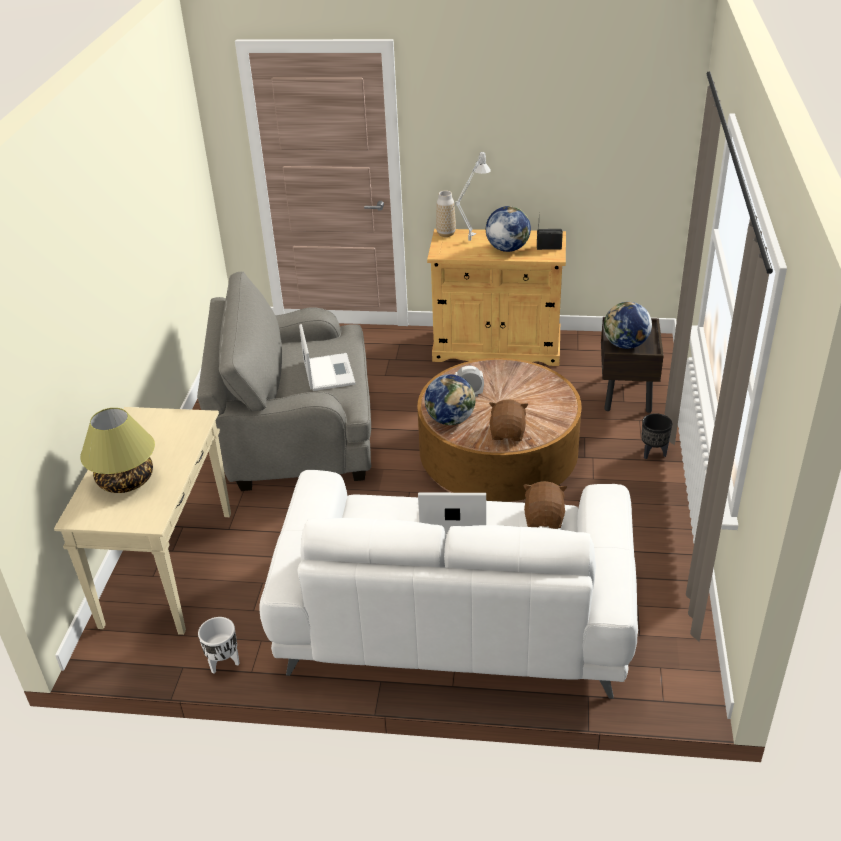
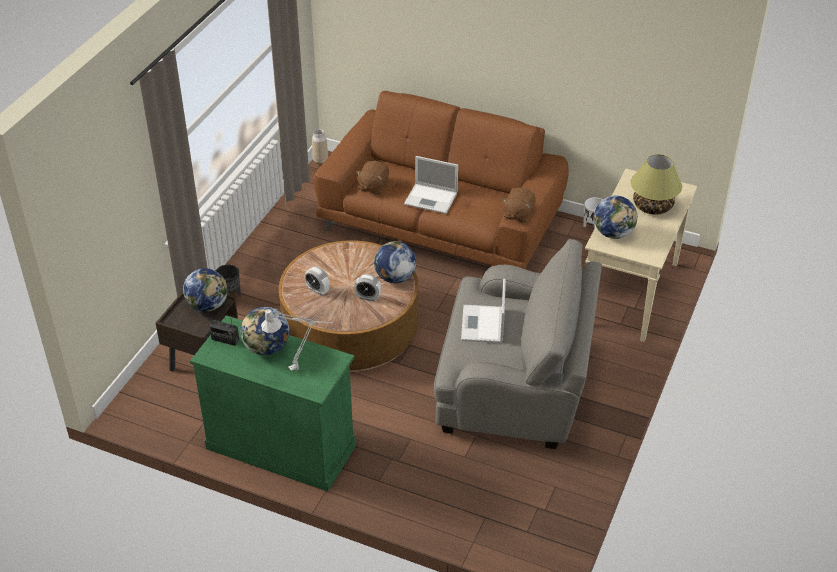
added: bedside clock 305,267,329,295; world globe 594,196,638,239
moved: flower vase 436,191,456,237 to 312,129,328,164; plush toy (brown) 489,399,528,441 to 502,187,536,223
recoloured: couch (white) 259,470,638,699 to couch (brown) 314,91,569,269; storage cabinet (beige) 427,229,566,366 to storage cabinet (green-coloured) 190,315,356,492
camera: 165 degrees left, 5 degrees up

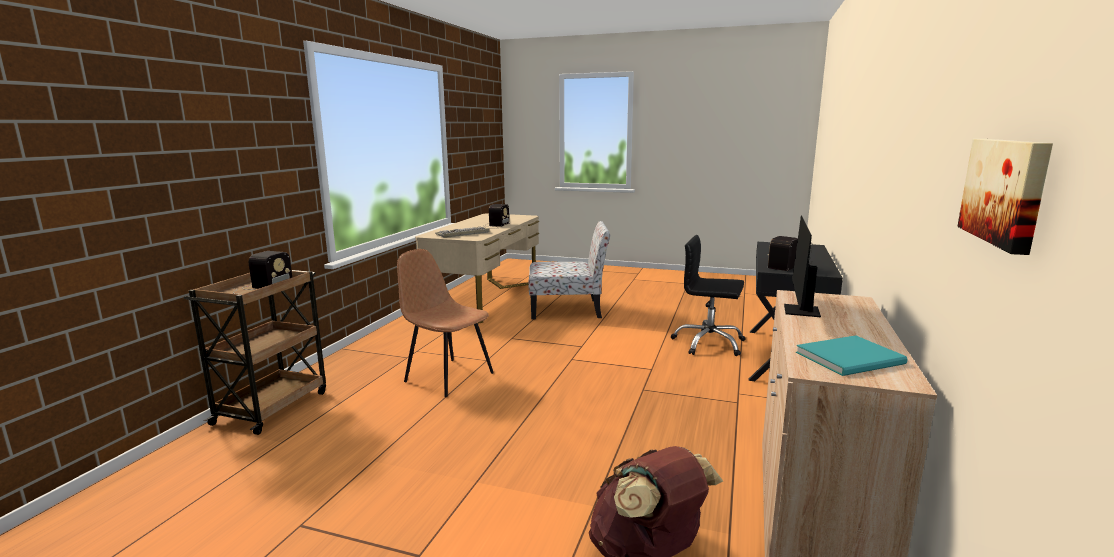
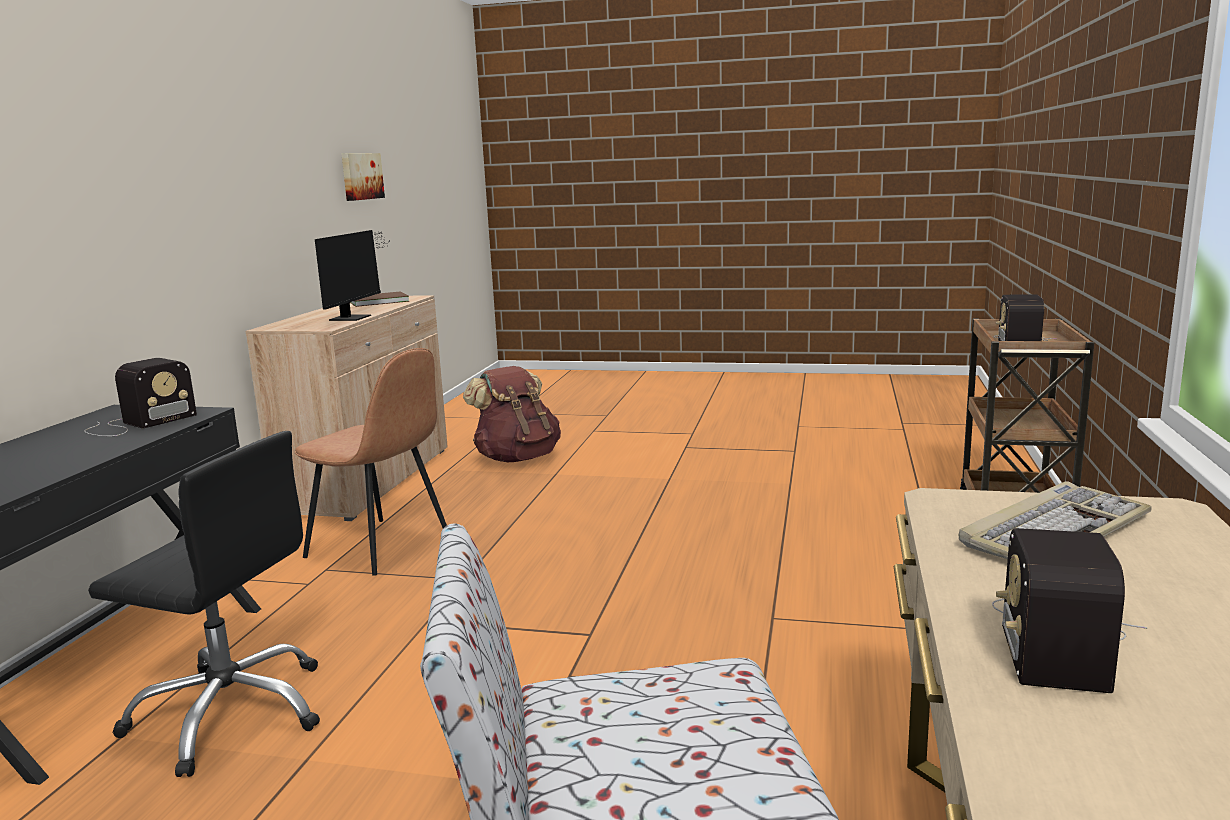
moved: chair (brown) 397,249,494,397 to 295,348,447,576
recoloured: bound book (turquoise-coloured) 796,335,908,376 to bound book (brown) 350,292,410,307
camera: 175 degrees right, 0 degrees up

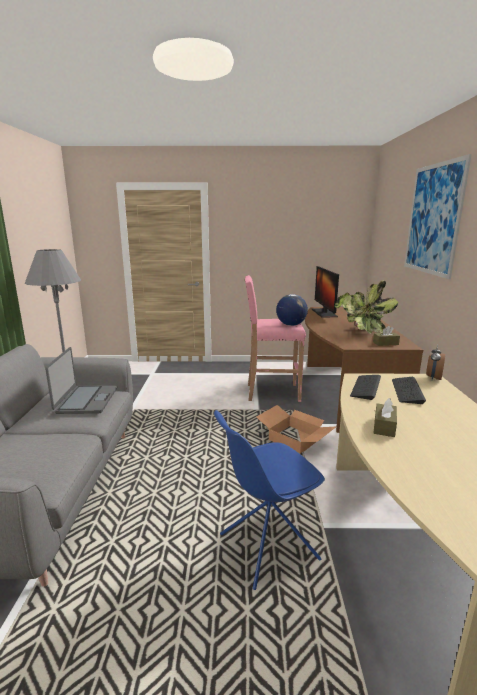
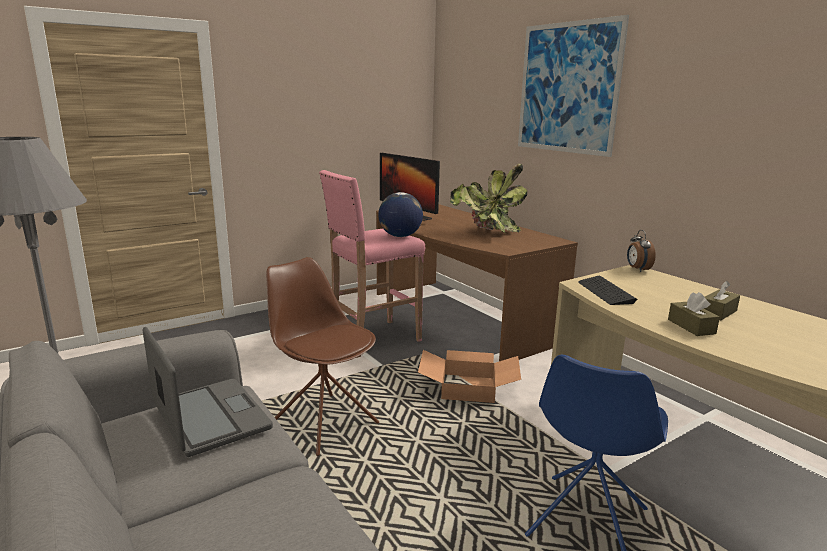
removed: keyboard 392,377,426,404
added: chair (brown) 266,257,379,456
moved: tissue holder (brown) 373,326,400,346 to 704,281,740,320
camera: 35 degrees left, 0 degrees up

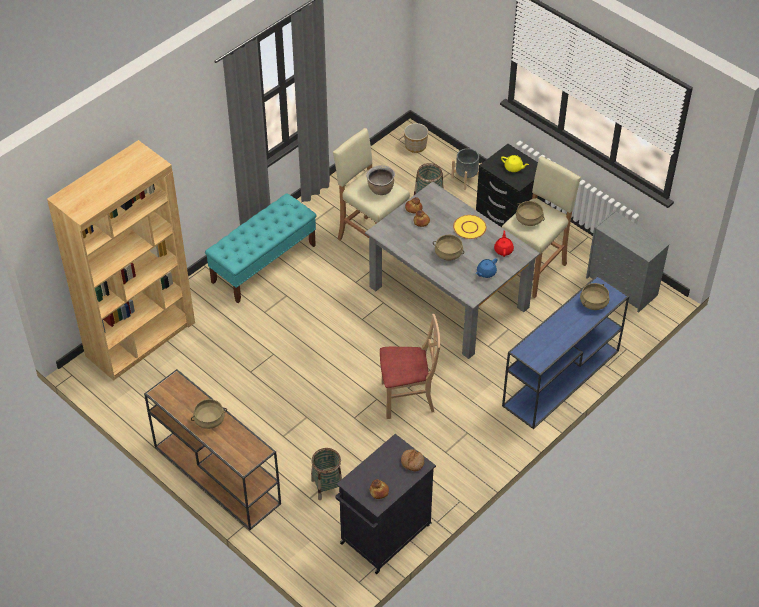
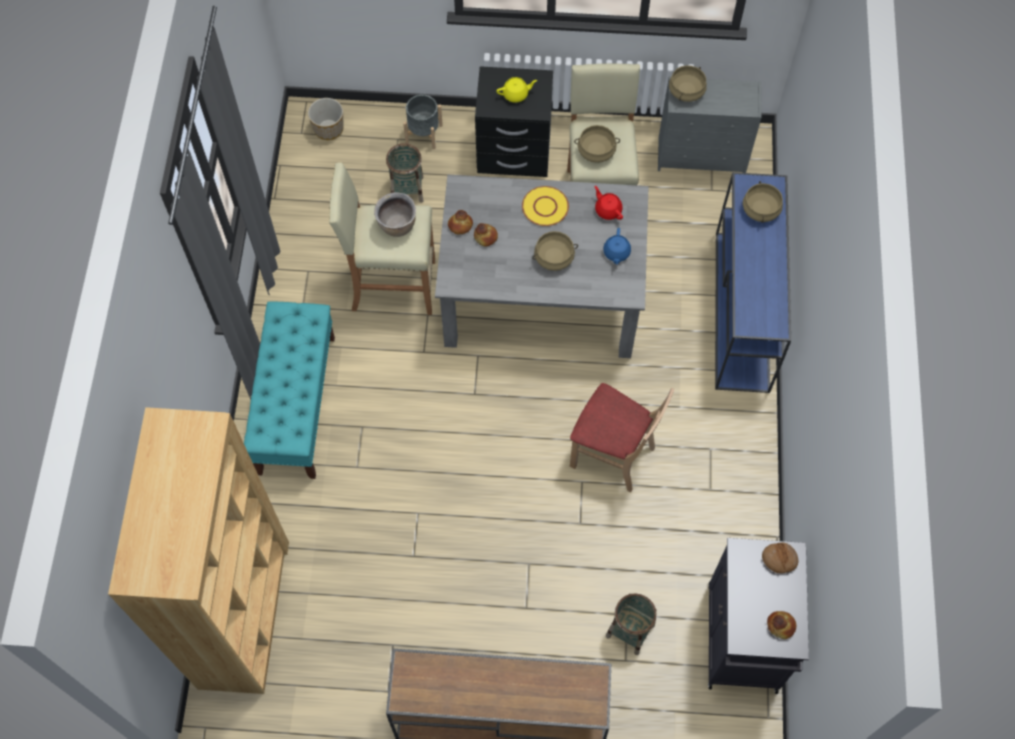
moved: cooking pot (beige) 191,399,227,429 to 669,65,707,102
turned: chair (beige) 380,314,440,419 = 570,383,674,492 75 degrees clockwise
camera: 40 degrees left, 15 degrees up

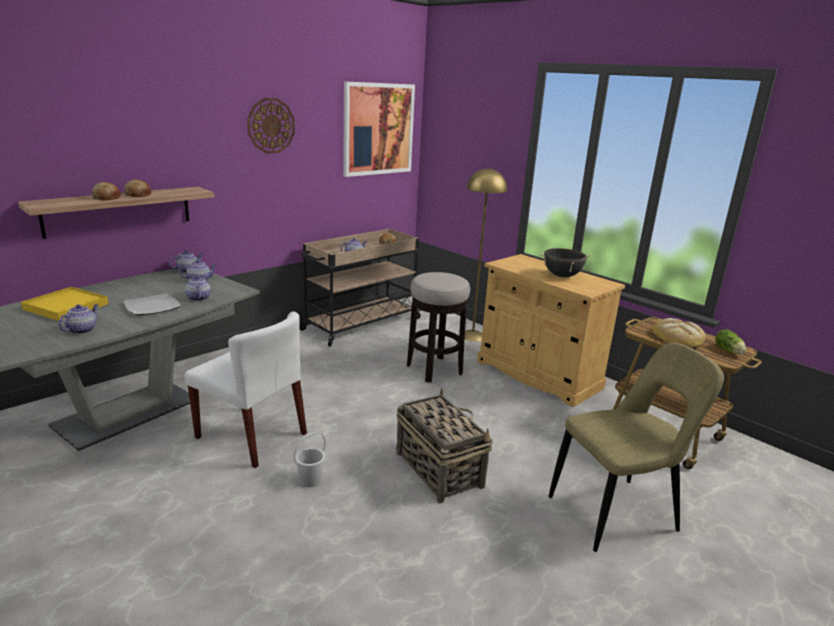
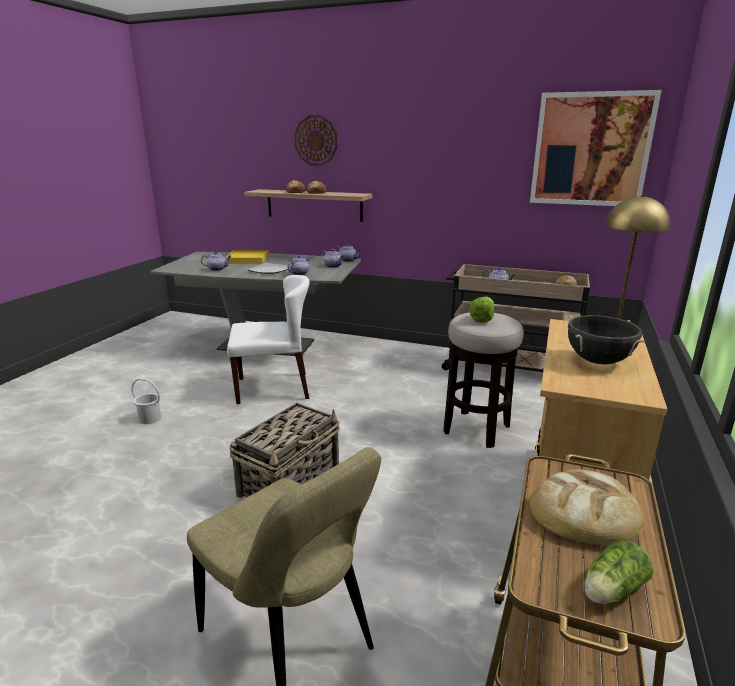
added: head of lettuce 469,297,494,323
moved: clock on the wall 247,98,295,154 to 294,115,338,166; pail (white) 293,432,326,487 to 131,378,161,424
turned: chair (white) 185,312,307,468 = 227,275,310,404 105 degrees counterclockwise
camera: 65 degrees right, 0 degrees up

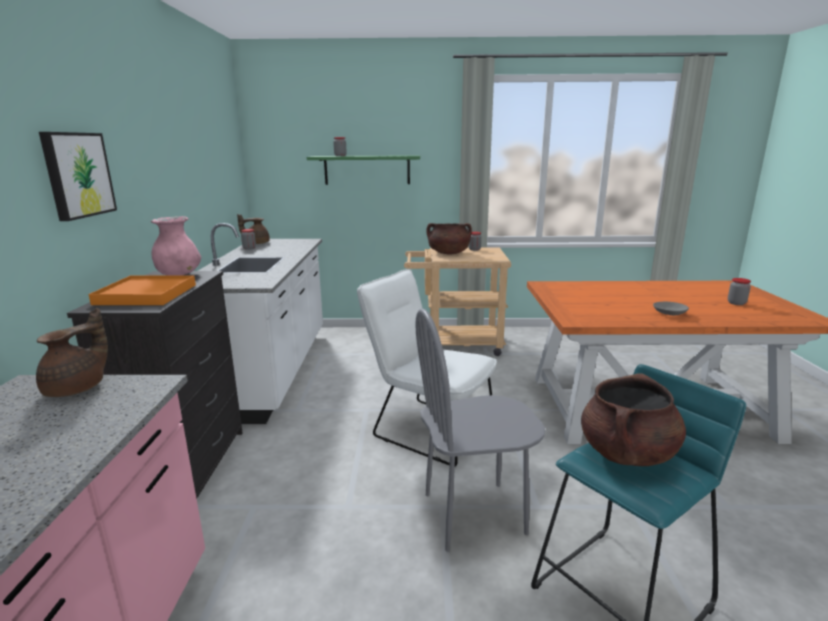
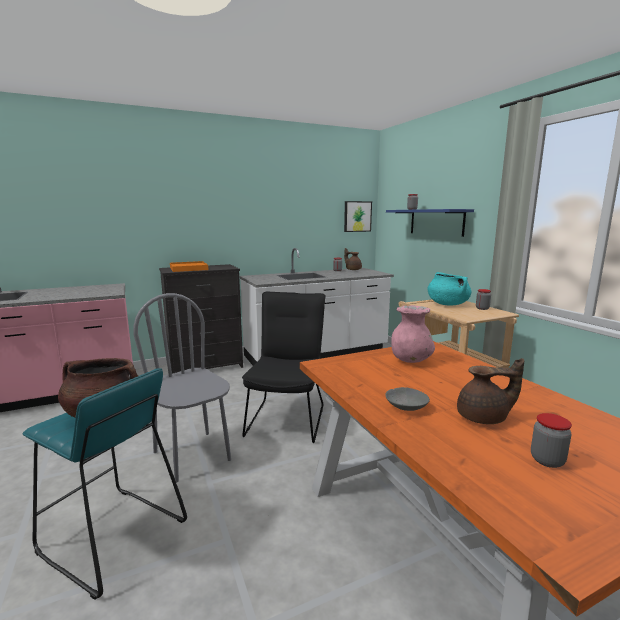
moved: teapot (brown) 36,308,108,397 to 457,358,524,424; wall picture 39,132,117,221 to 344,201,372,232; flower vase (pink) 151,216,201,275 to 391,305,435,363
recoloured: shelf (green-coloured) 307,155,420,185 to shelf (blue-coloured) 386,209,474,237; chair (white) 357,269,497,466 to chair (black) 242,291,326,443; cooking pot (brown) 427,223,472,254 to cooking pot (turquoise-coloured) 428,272,471,305
camera: 65 degrees right, 5 degrees down

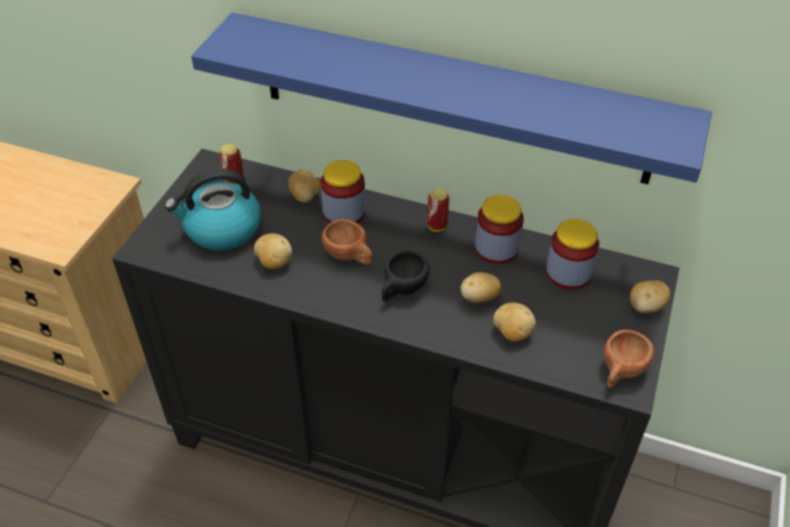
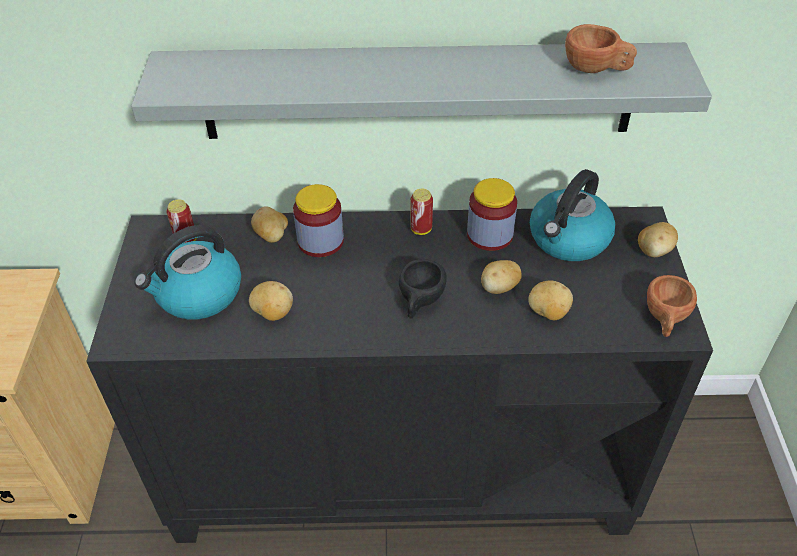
moved: drinking cup (brown) 322,219,373,265 to 565,24,637,73
replaced: storage jar 546,219,599,290 to tea kettle 530,169,615,261
recoloured: shelf (blue-coloured) 191,13,712,184 to shelf (grey) 131,42,712,139
camera: 20 degrees left, 0 degrees up

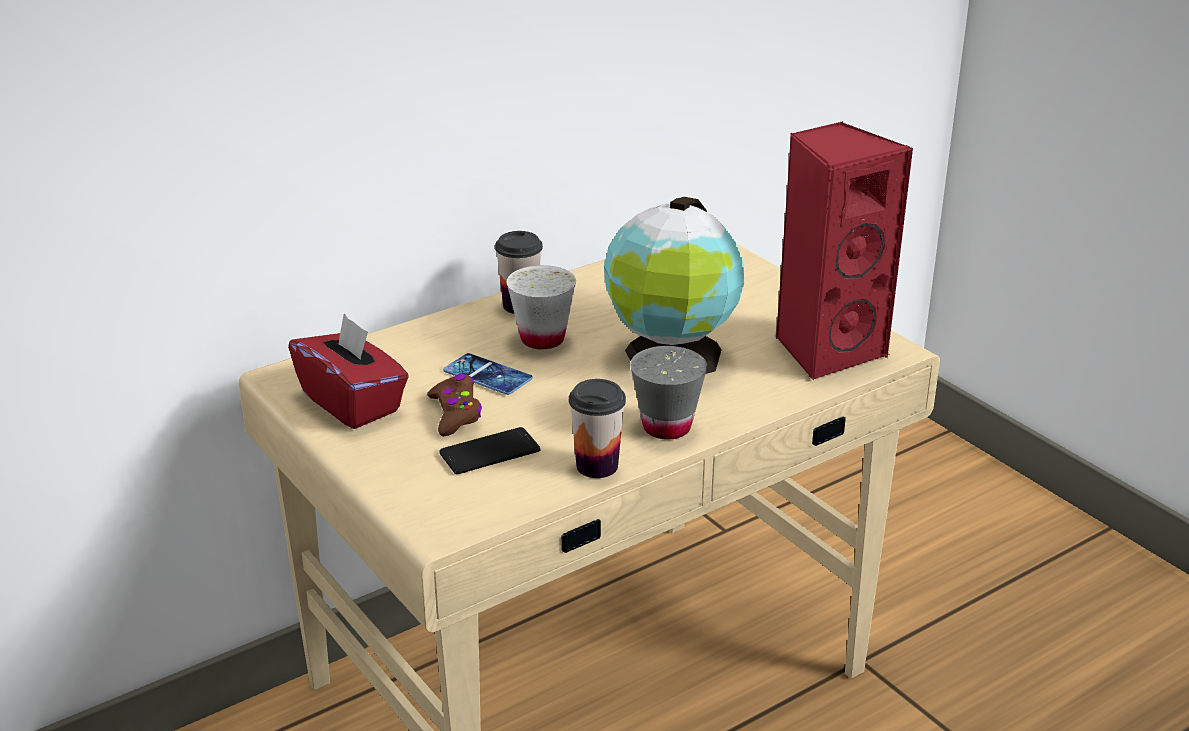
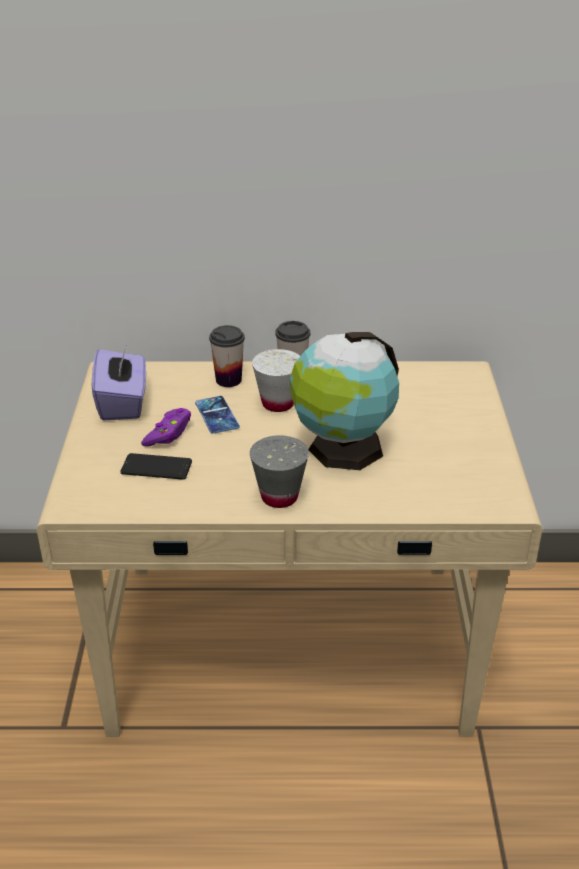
removed: speaker (red-coloured) 776,121,913,380
moved: drinking cup 569,379,626,478 to 209,325,245,387
recoloured: tissue holder (red-coloured) 288,314,409,429 to tissue holder (purple-coloured) 92,344,146,421; game controller (brown) 427,374,482,436 to game controller (purple-coloured) 141,408,191,447
camera: 35 degrees right, 5 degrees up

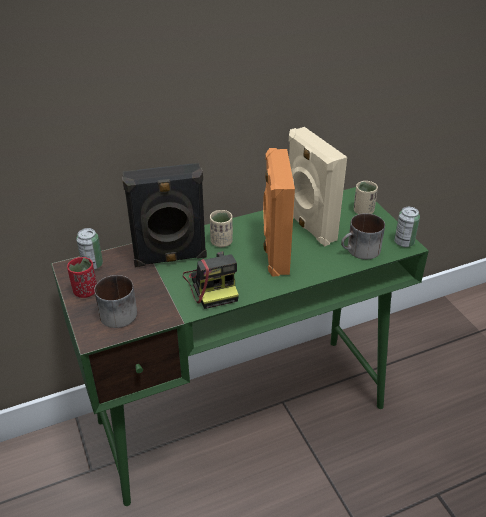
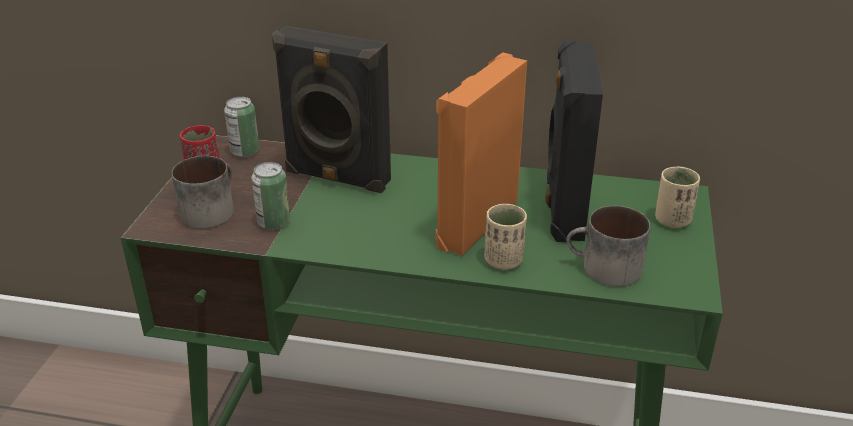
removed: photo camera 183,251,239,309
moved: drinking cup (beige) 210,210,233,247 to 484,204,527,270; can 394,207,420,247 to 251,162,290,230
recoloured: speaker (beige) 289,127,347,246 to speaker (black) 545,40,603,242
camera: 35 degrees right, 5 degrees down

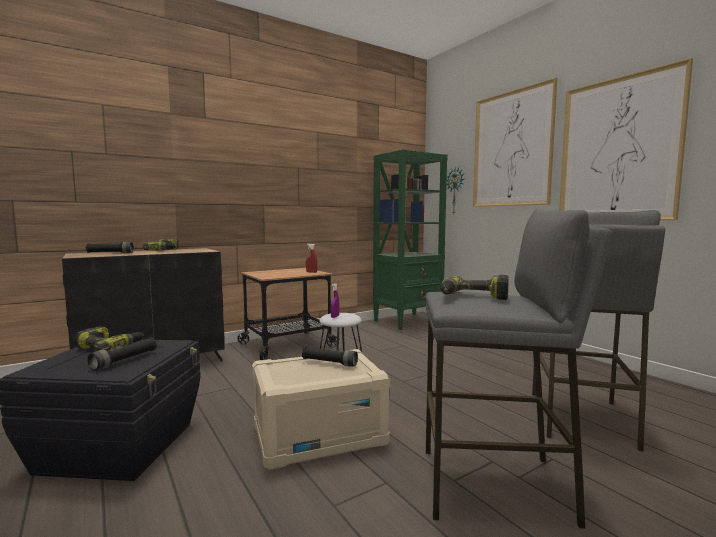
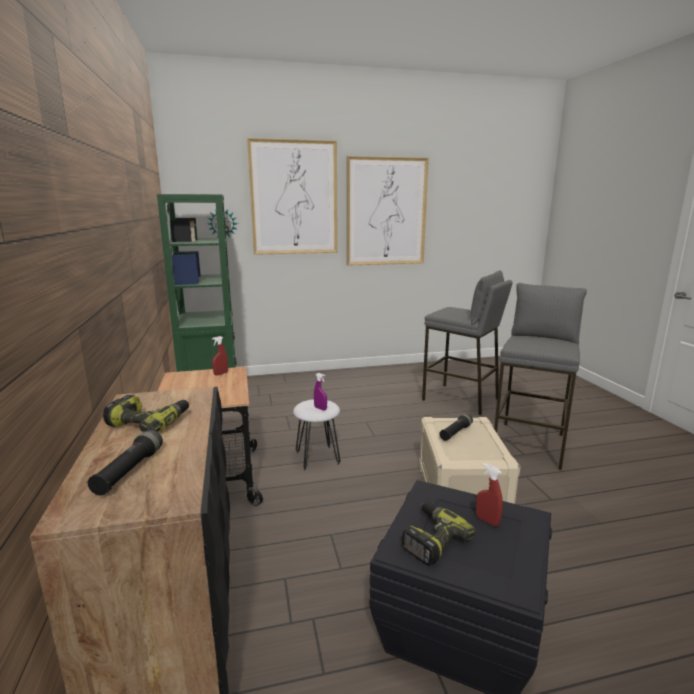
removed: power drill 441,275,509,300
replaced: hand torch (black) 87,337,157,371 to hand sprayer (red-coloured) 476,463,503,526
camera: 70 degrees left, 10 degrees up

